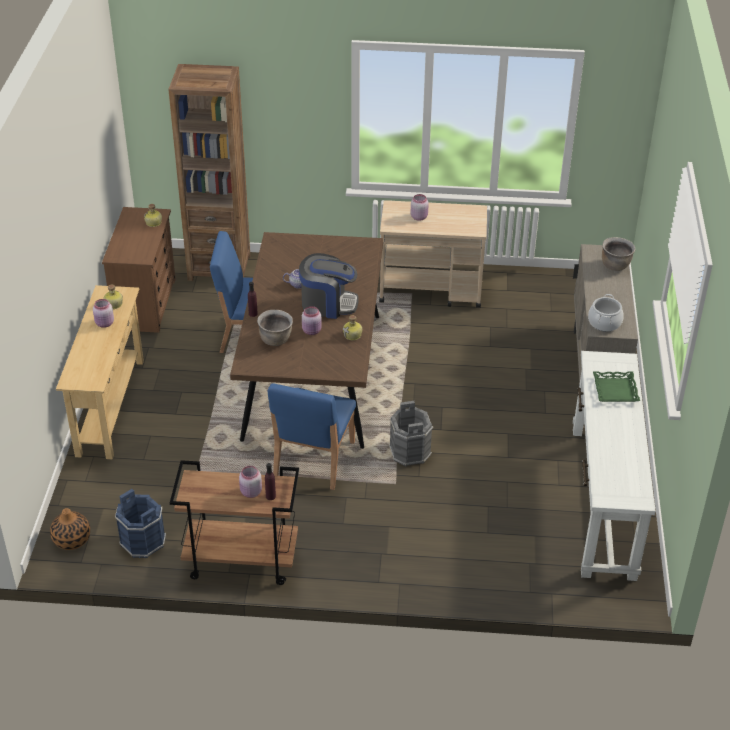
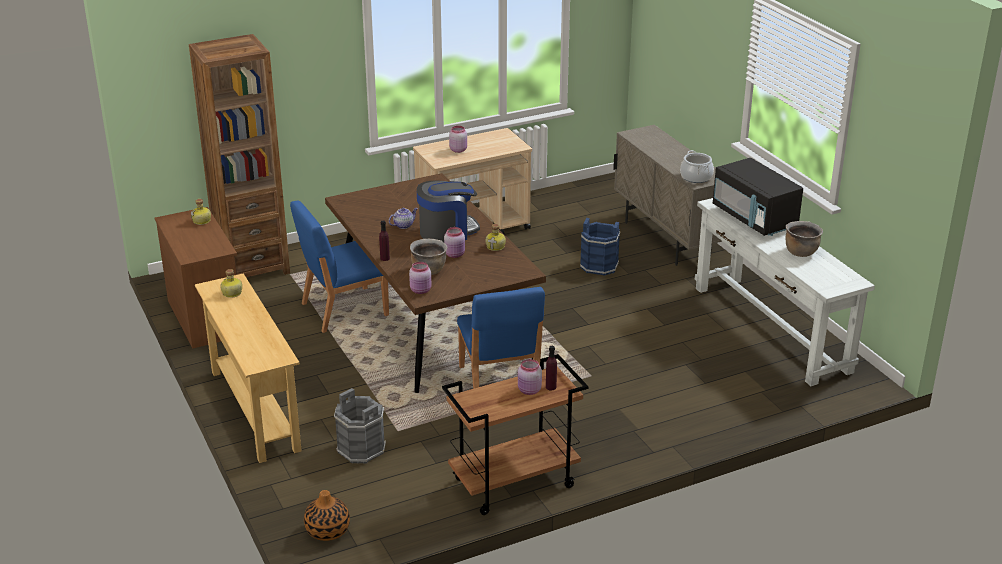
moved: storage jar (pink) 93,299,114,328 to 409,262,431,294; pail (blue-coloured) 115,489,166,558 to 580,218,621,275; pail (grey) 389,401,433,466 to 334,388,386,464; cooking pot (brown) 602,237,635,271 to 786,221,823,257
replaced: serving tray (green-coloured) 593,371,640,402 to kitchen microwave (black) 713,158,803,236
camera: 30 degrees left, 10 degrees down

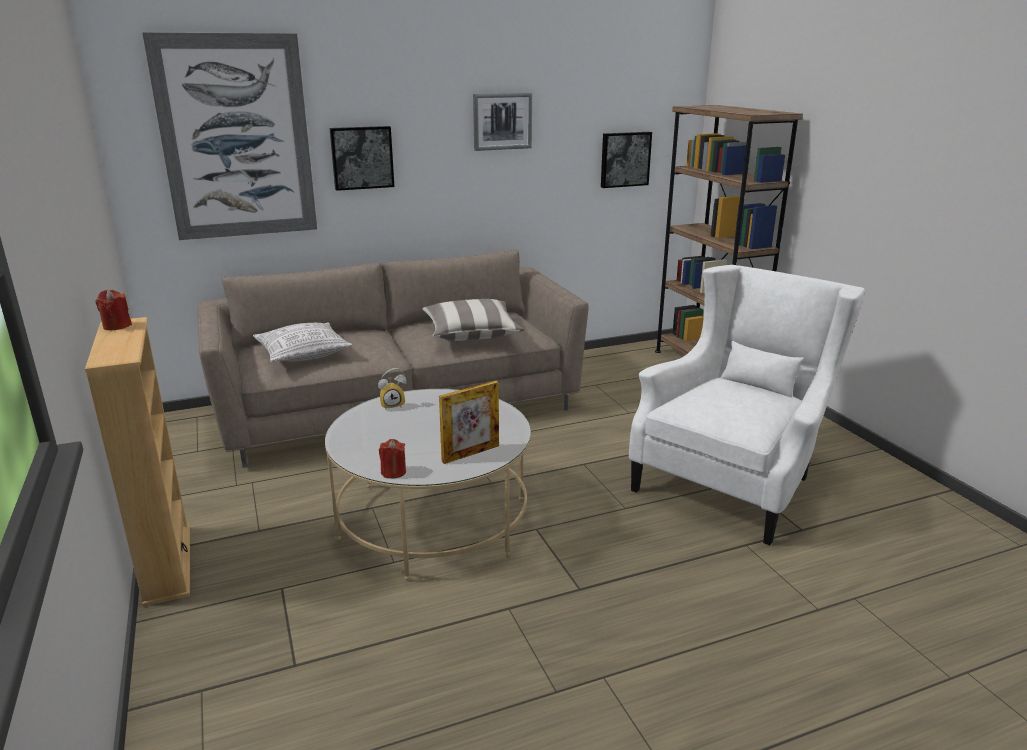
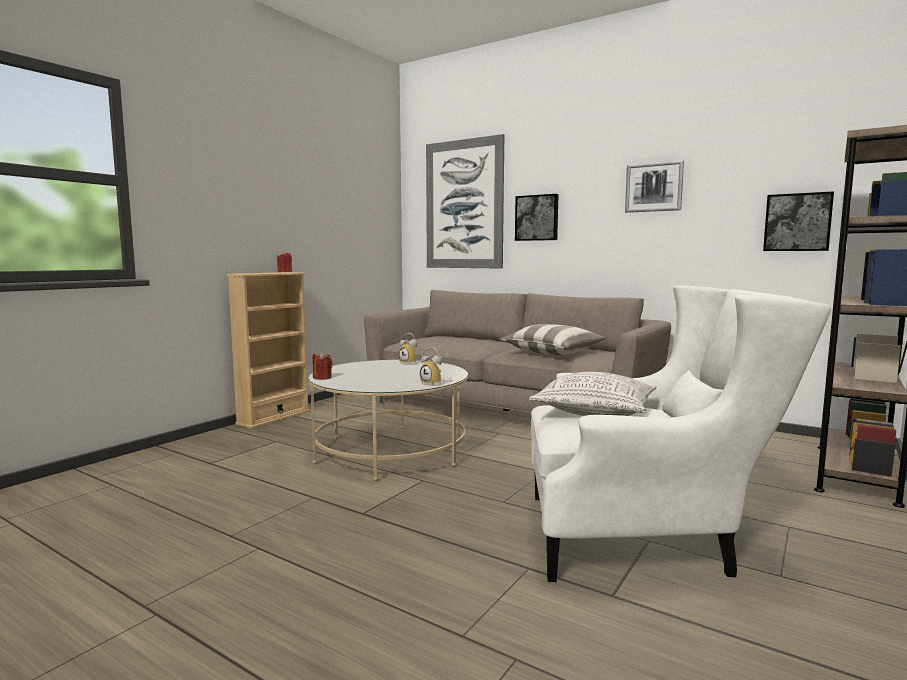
removed: picture frame 439,381,499,464
added: bedside clock 420,347,442,385
moved: cushion 253,323,353,362 to 529,372,656,416
camera: 55 degrees right, 15 degrees down

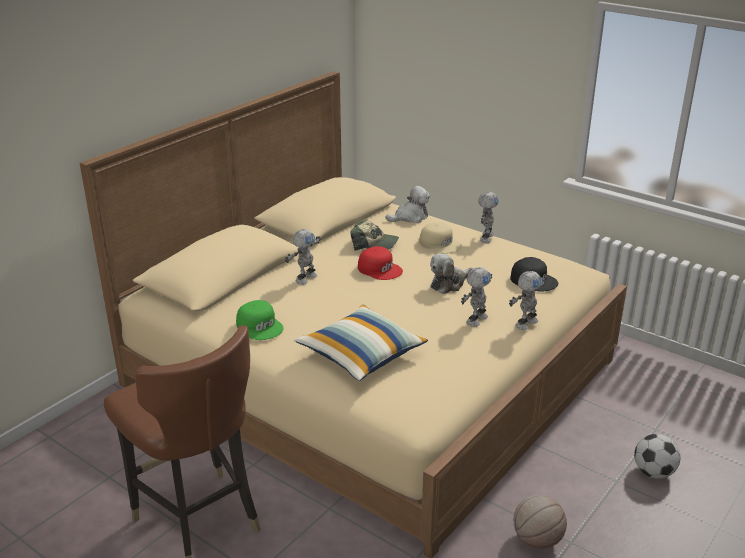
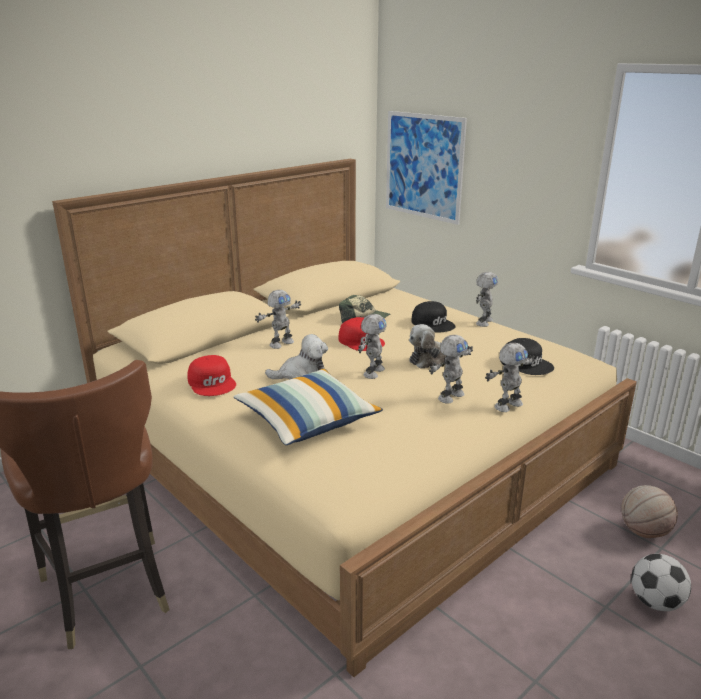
added: toy robot 358,314,386,379; wall picture 386,111,467,225
moved: plush toy 386,186,430,223 to 265,334,328,379; basketball 514,495,567,549 to 621,485,678,538
recoloured: baseball cap (green-coloured) 236,300,283,340 to baseball cap (red-coloured) 187,355,236,396; baseball cap (beige) 419,222,462,254 to baseball cap (black) 412,301,456,332
camera: 10 degrees right, 5 degrees down

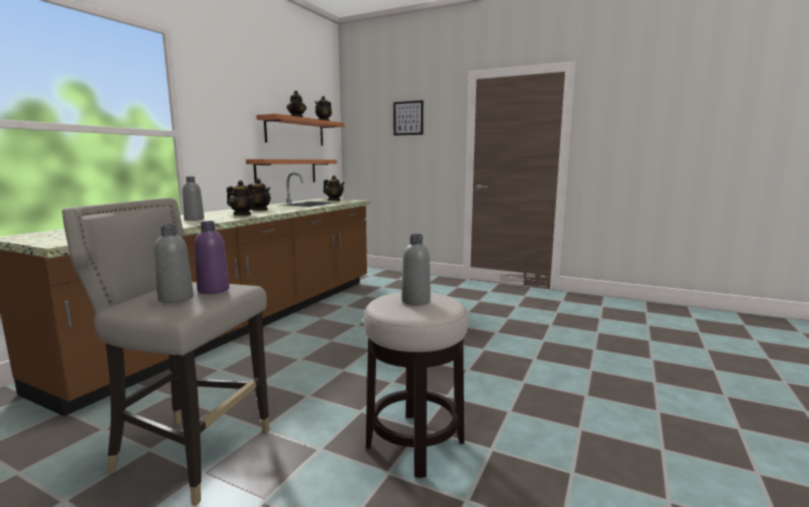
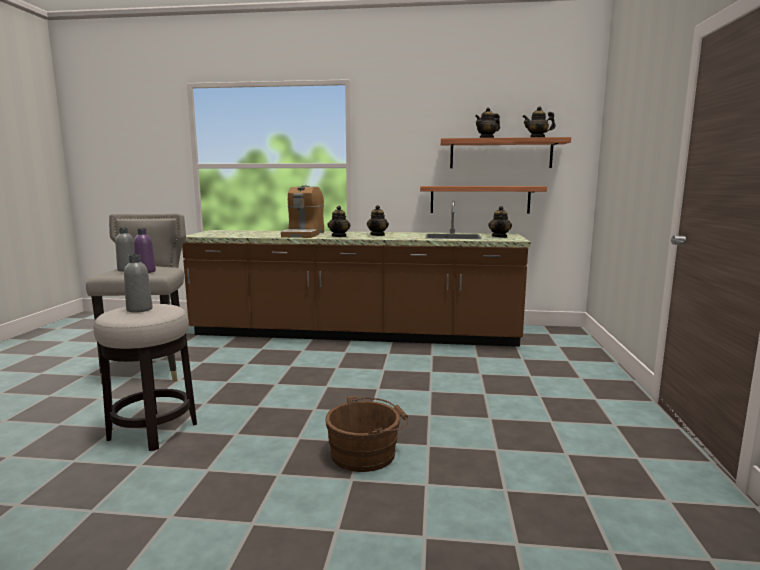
removed: wall picture 393,100,423,136
added: pail (brown) 325,396,408,472
replaced: drink bottle (grey) 182,177,204,221 to coffee brewer 281,186,324,238
camera: 70 degrees right, 0 degrees up

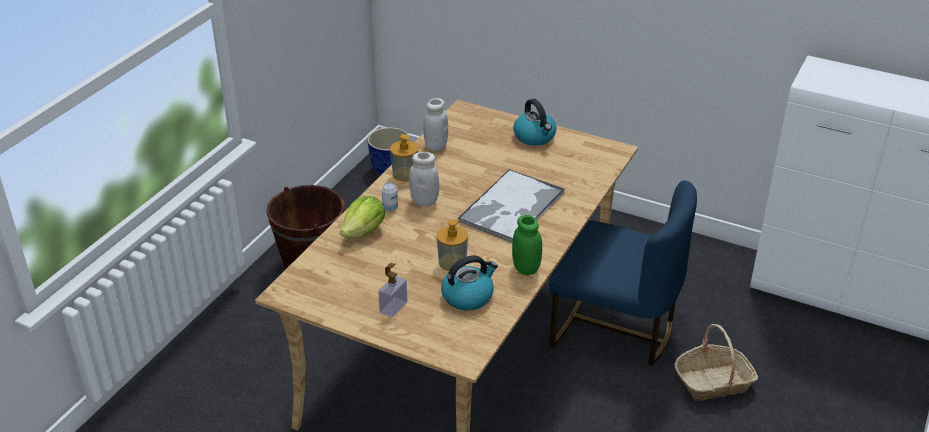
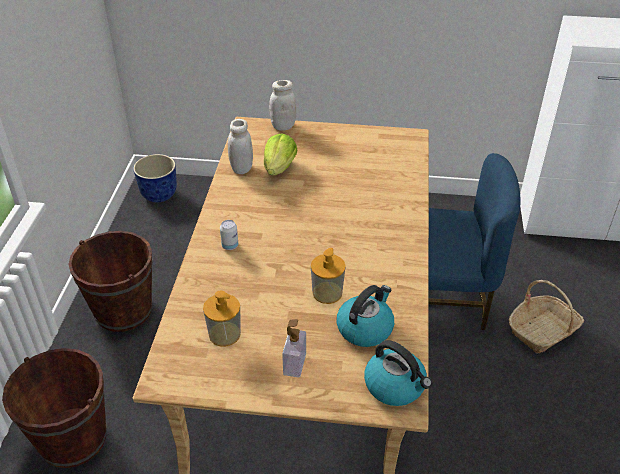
removed: serving tray 458,169,565,243; storage jar (green-coloured) 512,215,542,275
added: pail (brown) 2,348,107,468
moved: head of lettuce 340,196,385,238 to 264,133,297,175; soap dispenser 390,134,418,181 to 203,291,241,347; storage jar (white) 409,152,439,206 to 269,80,297,131; tea kettle 513,99,557,146 to 364,340,432,406
camera: 20 degrees left, 5 degrees up

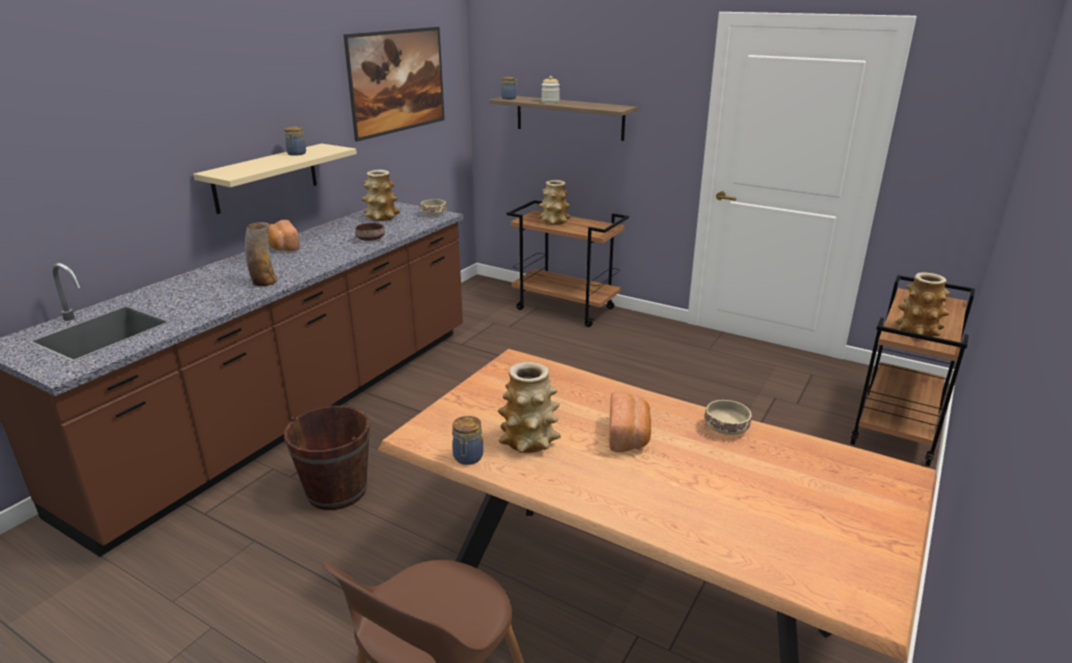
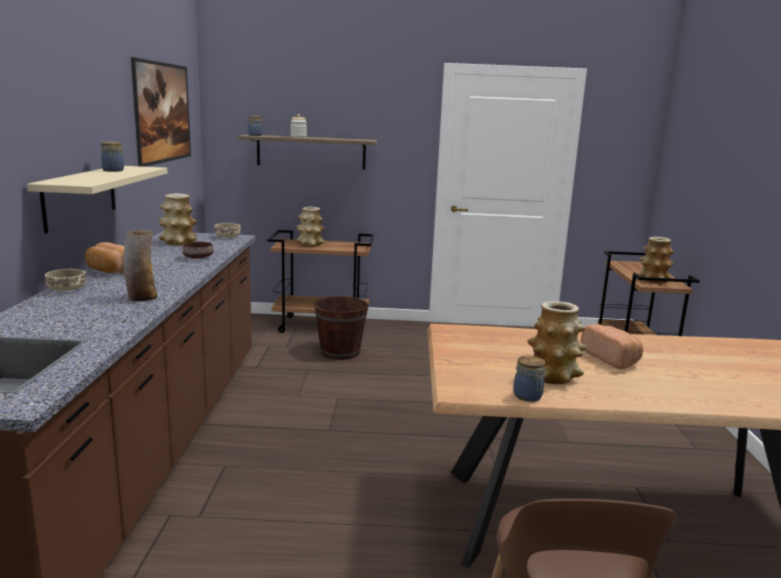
moved: pail (brown) 284,406,370,510 to 314,296,368,360; deep dish (beige) 705,400,752,435 to 45,269,86,291
camera: 30 degrees left, 10 degrees down

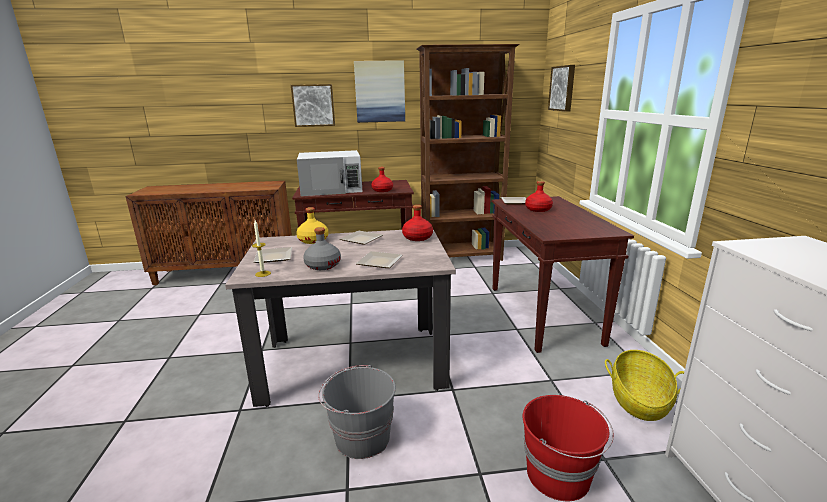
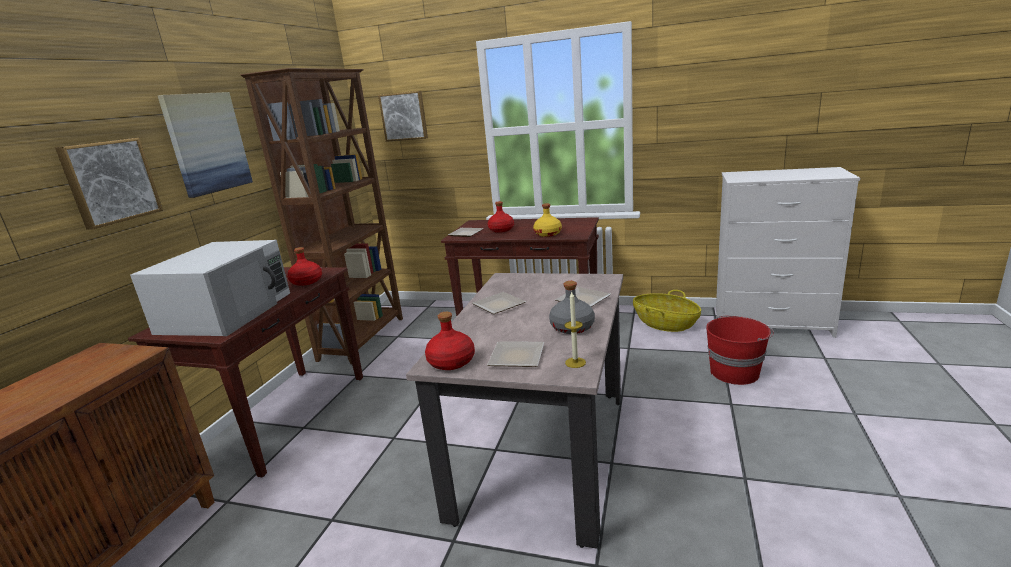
removed: pail (grey) 318,365,396,459
moved: drink bottle (yellowish) 296,207,328,244 to 533,204,562,237; drink bottle (red-coloured) 402,205,433,241 to 425,312,475,370
camera: 65 degrees left, 0 degrees up

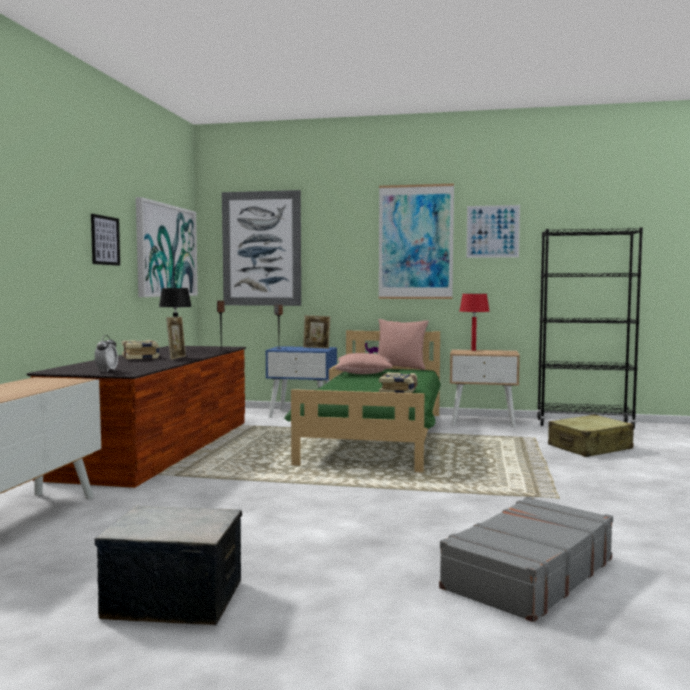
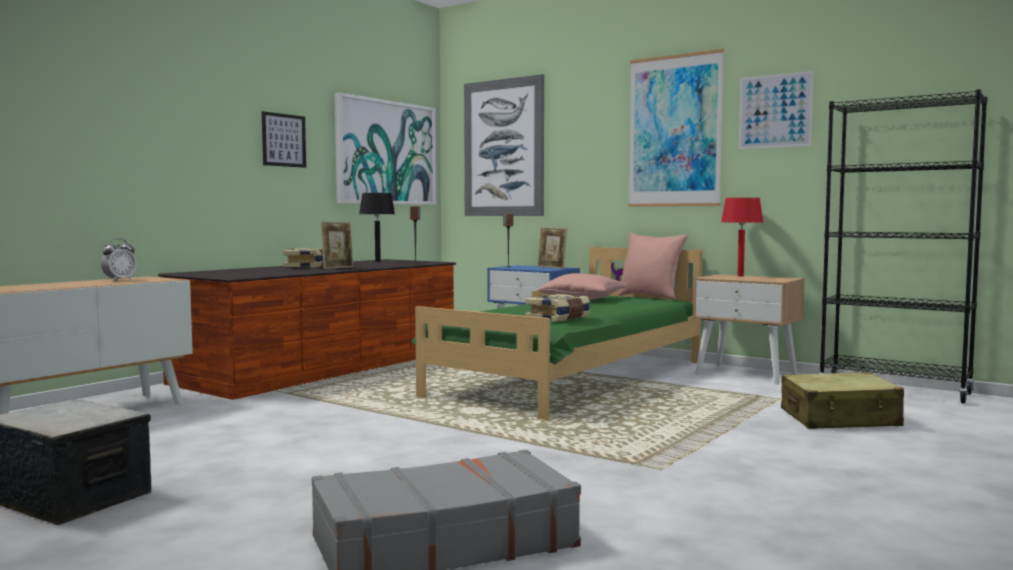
moved: bedside clock 95,335,118,372 to 101,238,136,281
camera: 25 degrees right, 0 degrees up

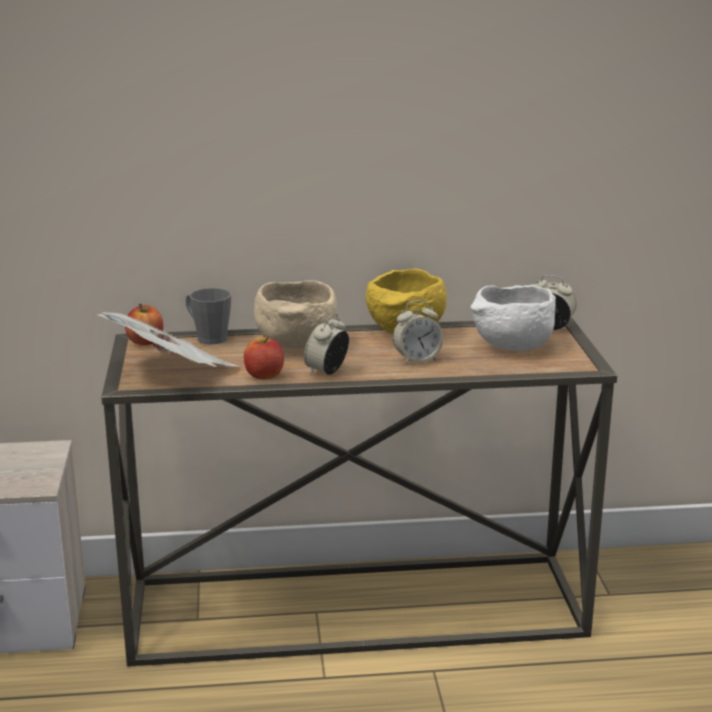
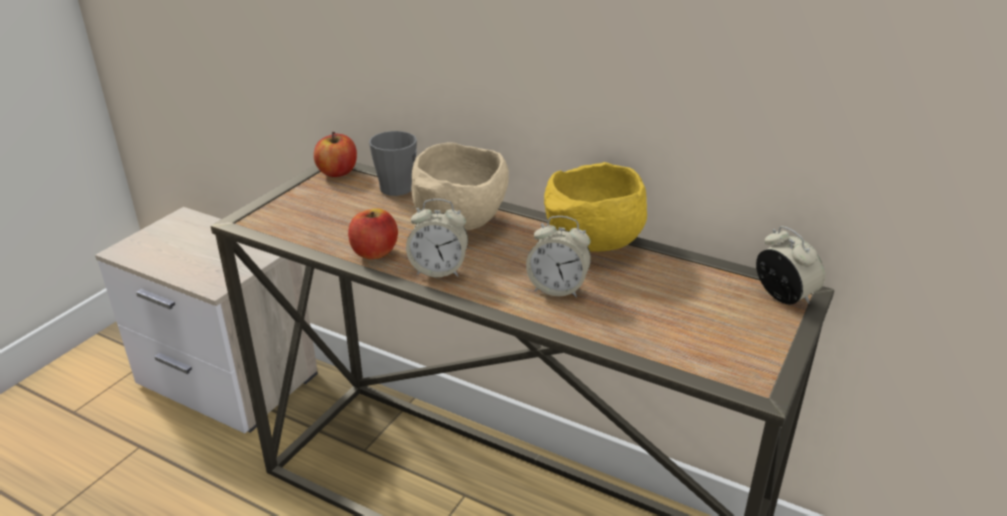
removed: printed paper 96,312,239,367; deep dish (white) 471,284,556,351
turned: bedside clock 304,313,349,375 = 406,199,468,277 150 degrees counterclockwise
camera: 35 degrees right, 10 degrees up

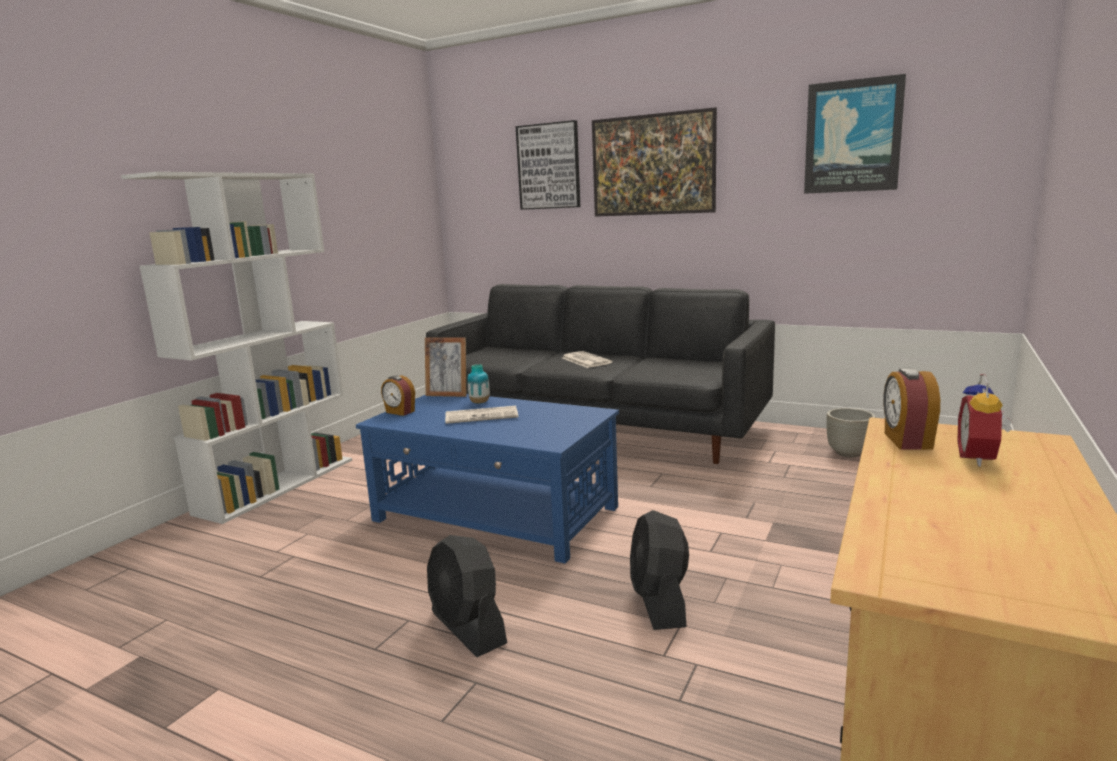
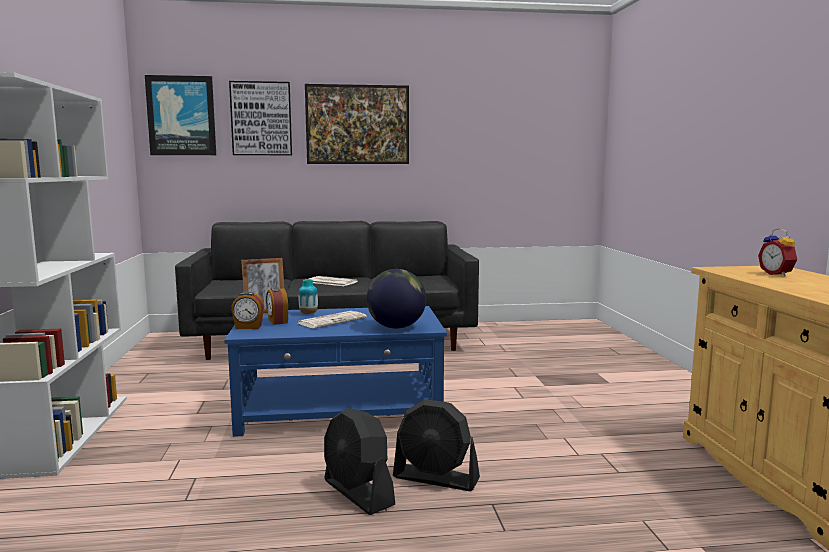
removed: flower pot (grey) 826,408,875,458
added: world globe 367,269,426,329
moved: fan (black) 630,510,689,630 to 324,408,395,515; wall picture 804,74,906,194 to 145,75,216,155; bedside clock 883,368,940,450 to 266,287,288,325
camera: 35 degrees left, 5 degrees down

